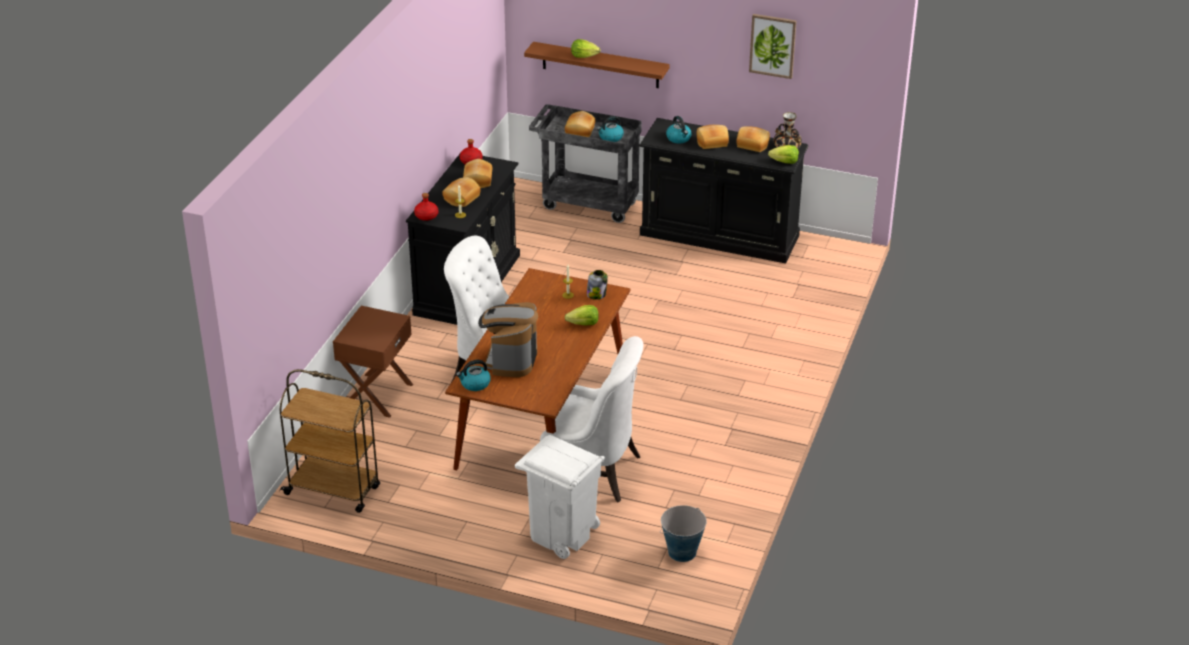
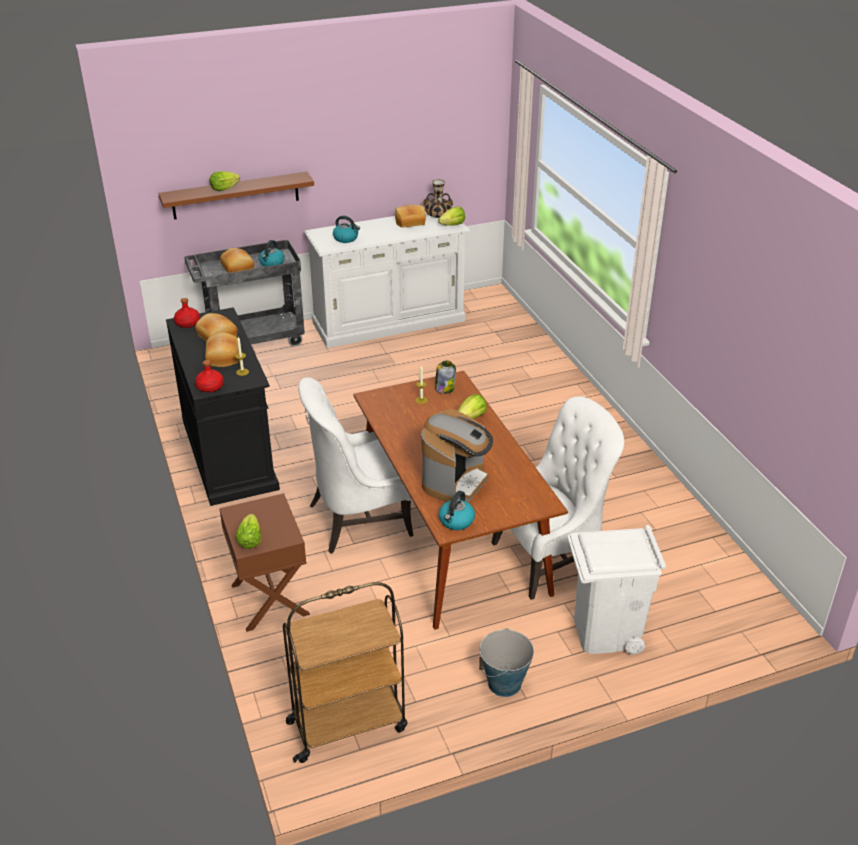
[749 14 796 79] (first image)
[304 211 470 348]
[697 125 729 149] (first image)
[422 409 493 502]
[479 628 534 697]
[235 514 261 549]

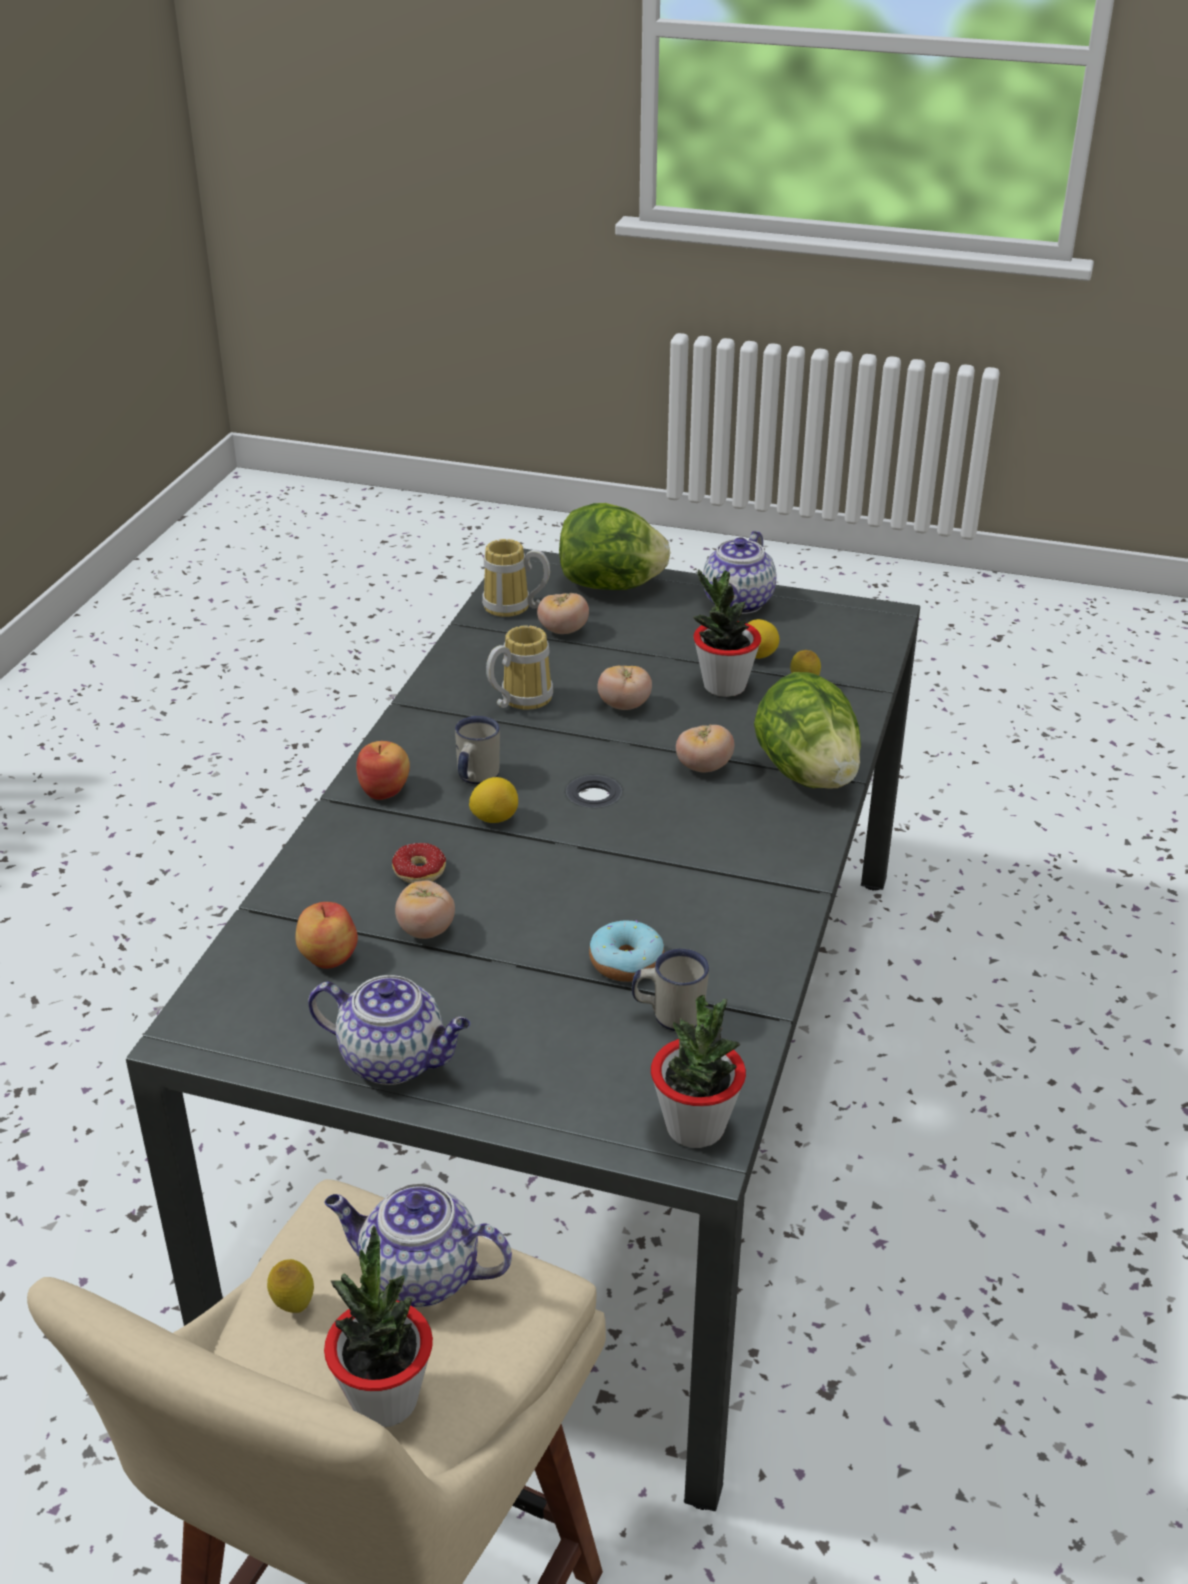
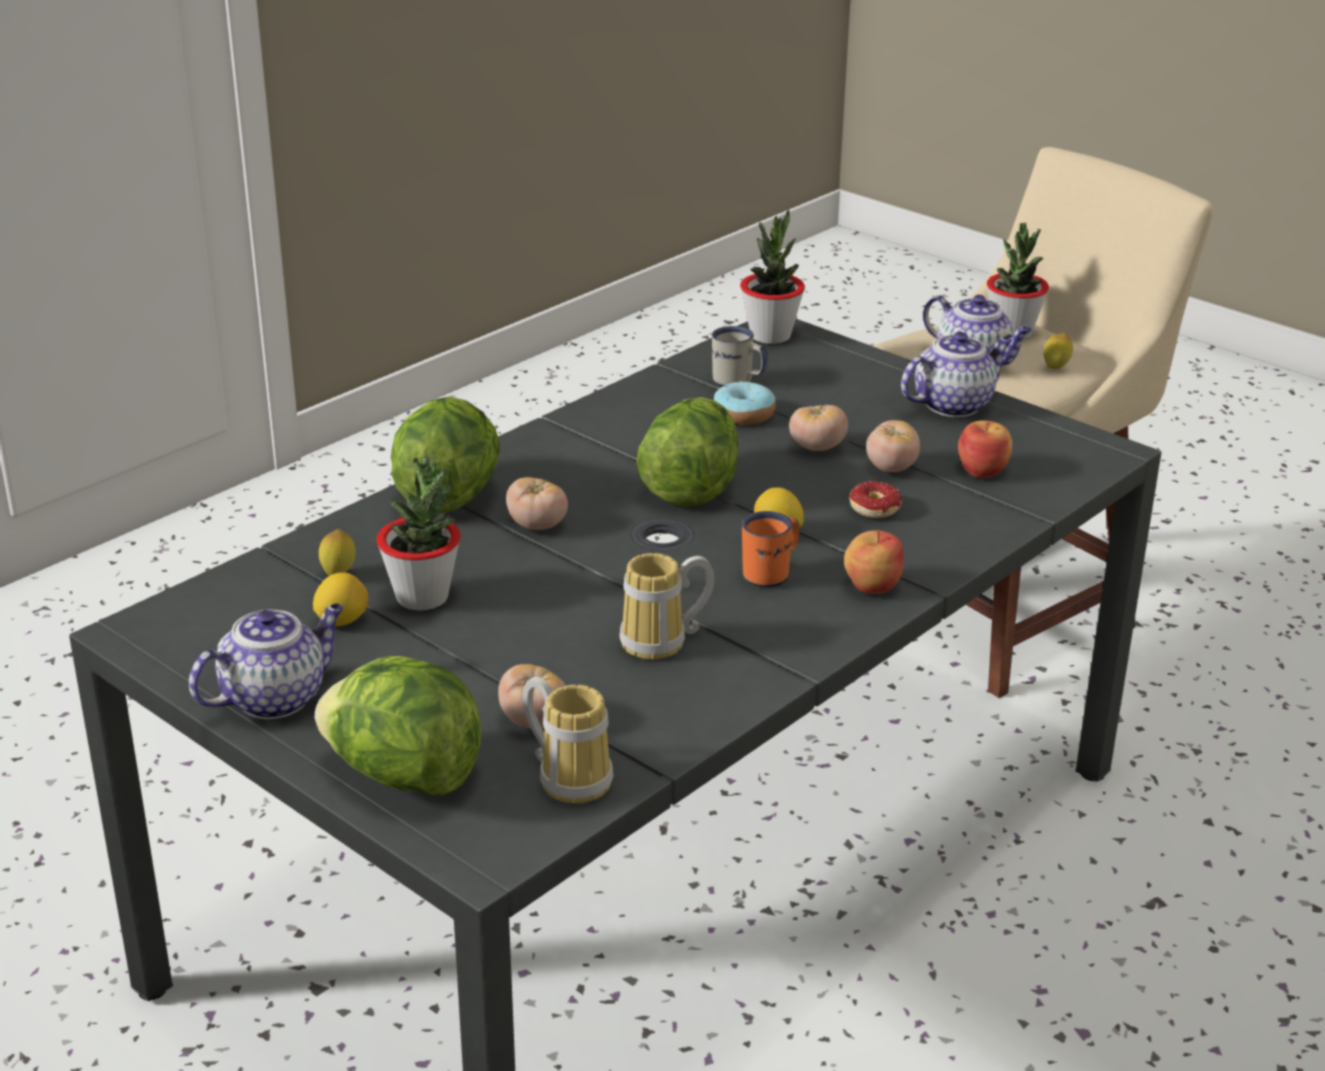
[789 404 848 451]
[742 511 800 587]
[901 332 1013 417]
[636 397 739 507]

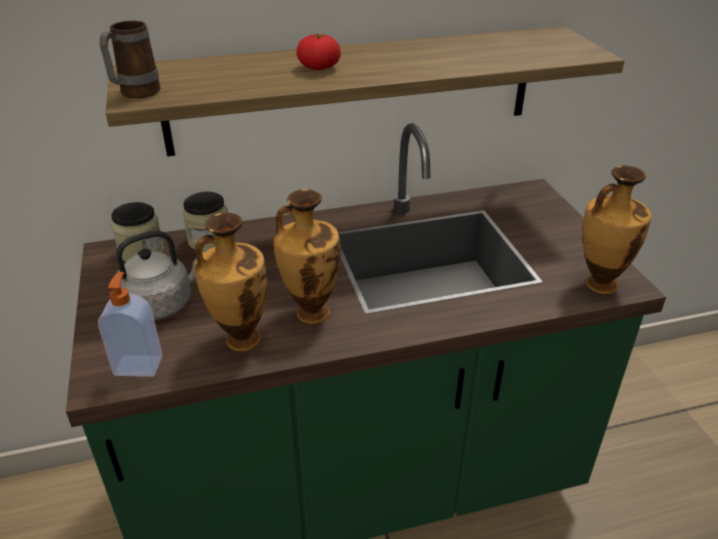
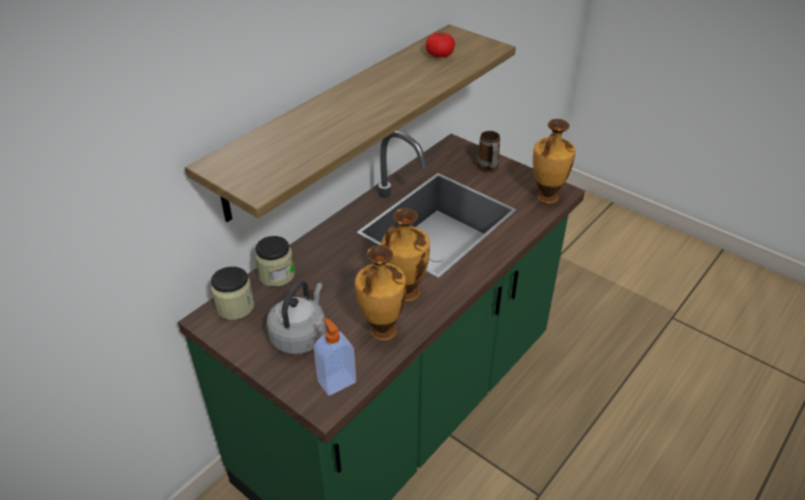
[477 131 500 172]
[425 32 455 57]

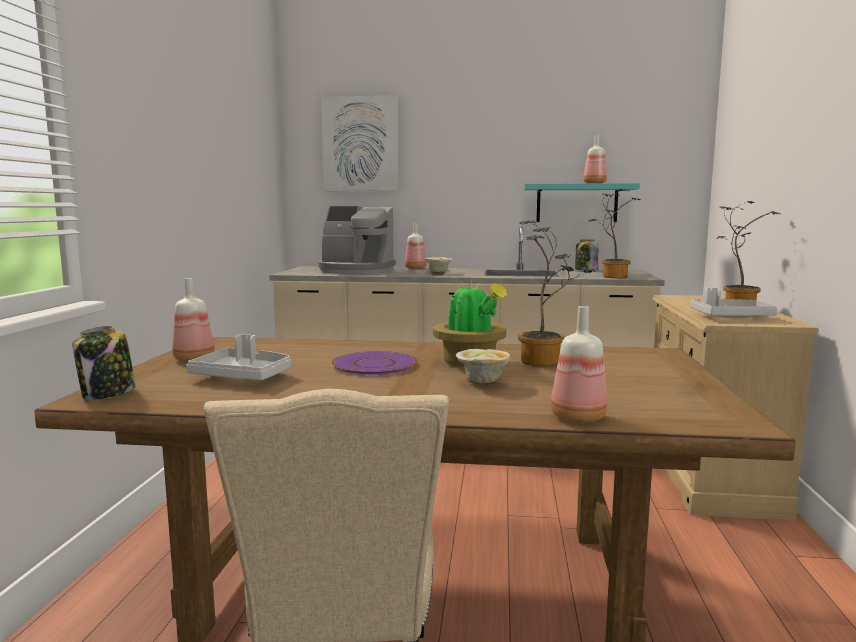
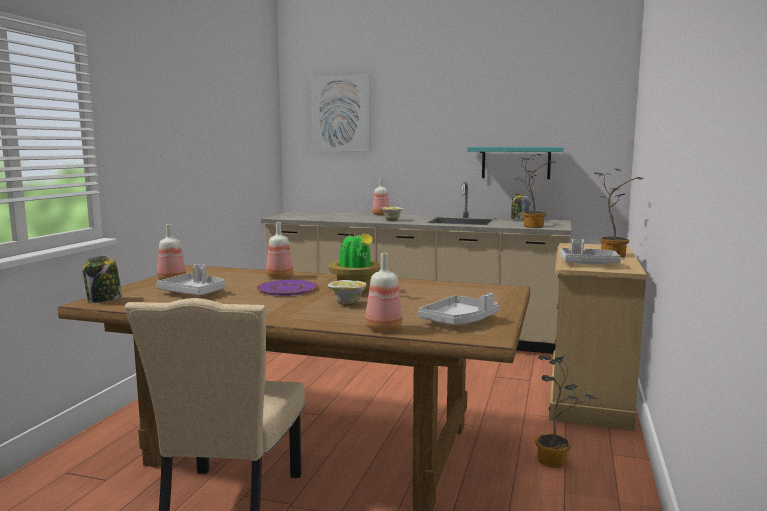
[266 222 293 278]
[318 206 396 274] (first image)
[535 355 597 468]
[418 293 499 325]

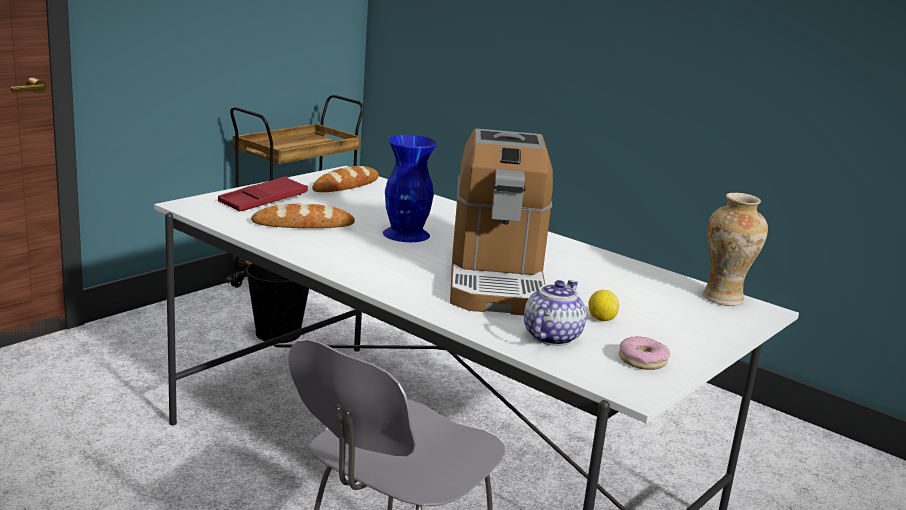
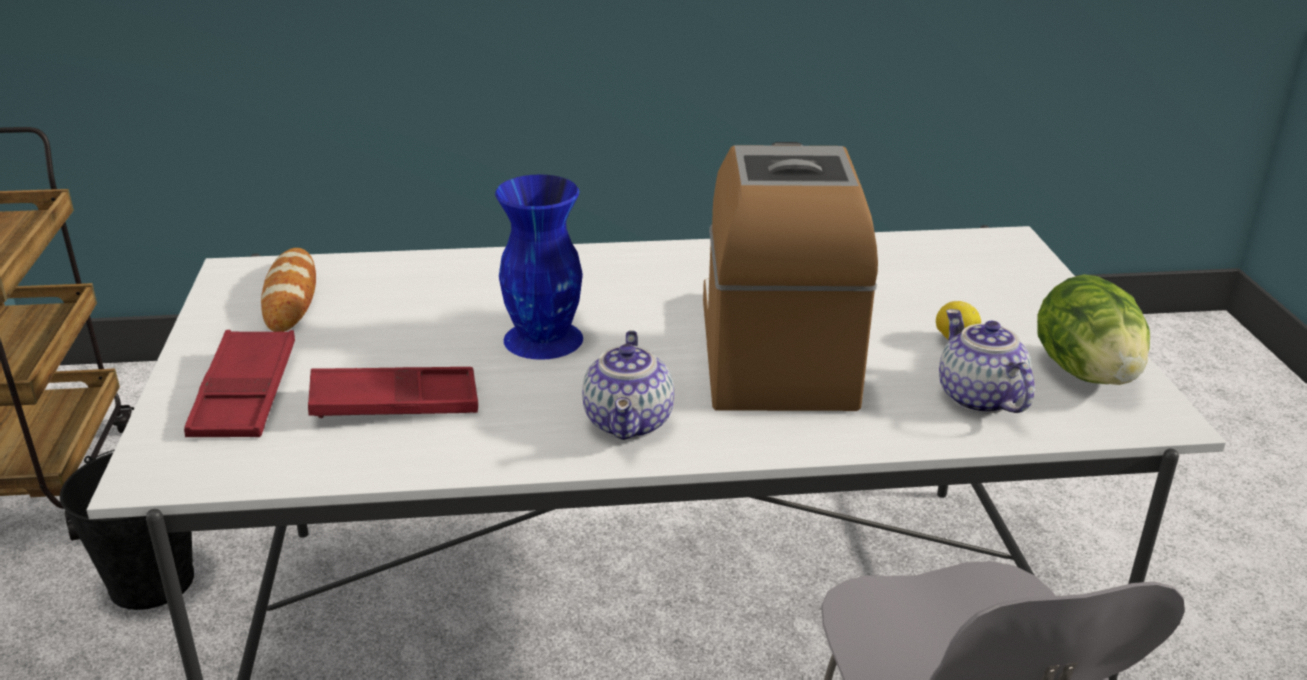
[703 142 878 411]
[702 193 768 306] (first image)
[308 367 478 418]
[1037 274 1150 385]
[582 330 674 440]

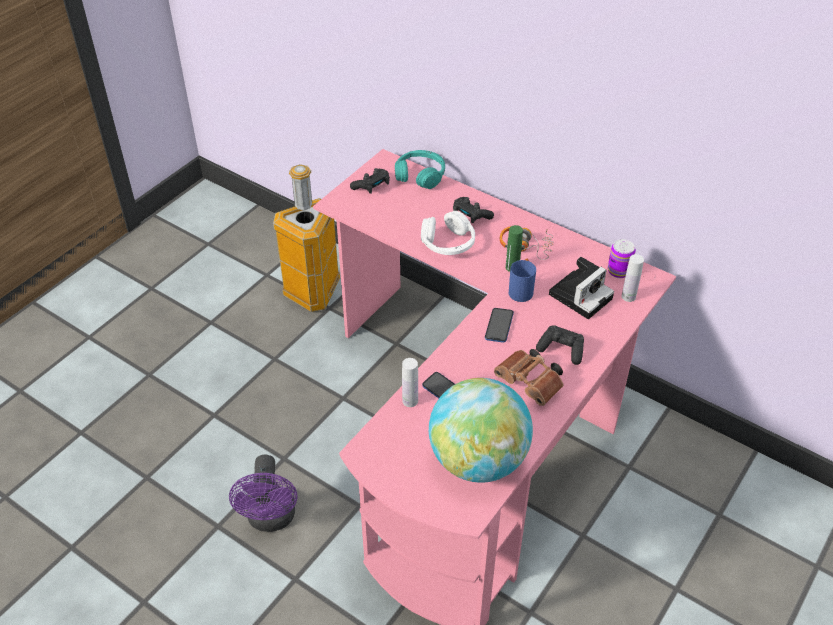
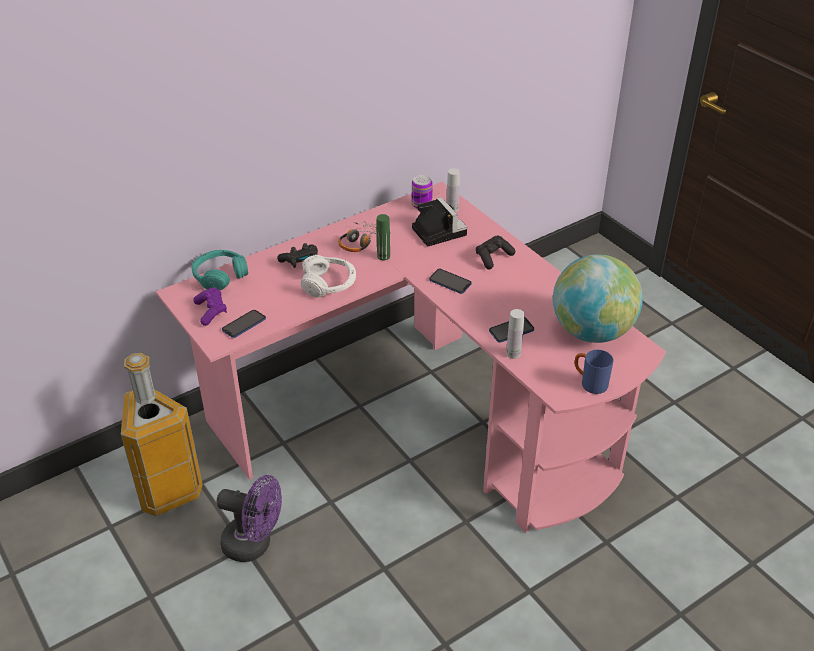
[193 287 227 326]
[575 350 614 394]
[494 349 563 406] (first image)
[216 475 282 562]
[222 310 266 338]

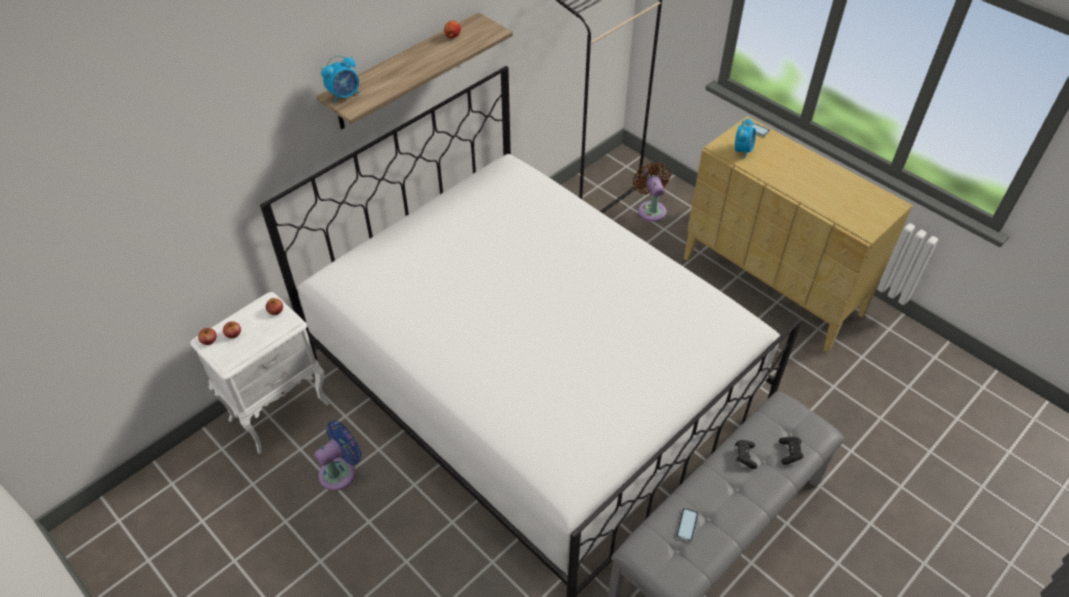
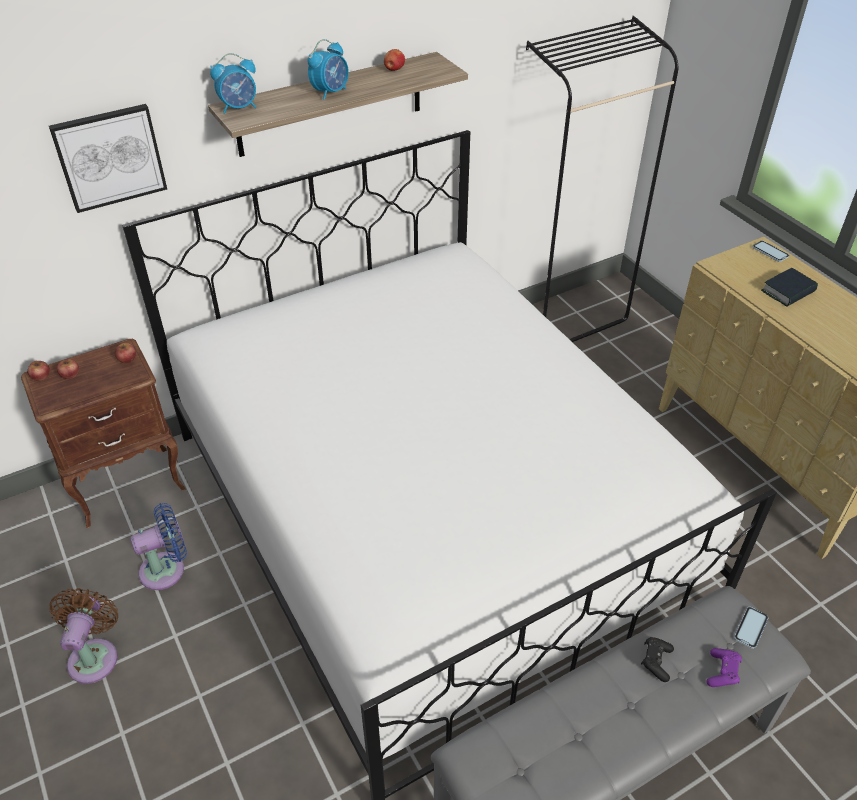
[307 39 349 100]
[49 588 118 684]
[21 339 186 528]
[706 648 742 687]
[734 607 769 649]
[49 104 167 213]
[761 268 818 307]

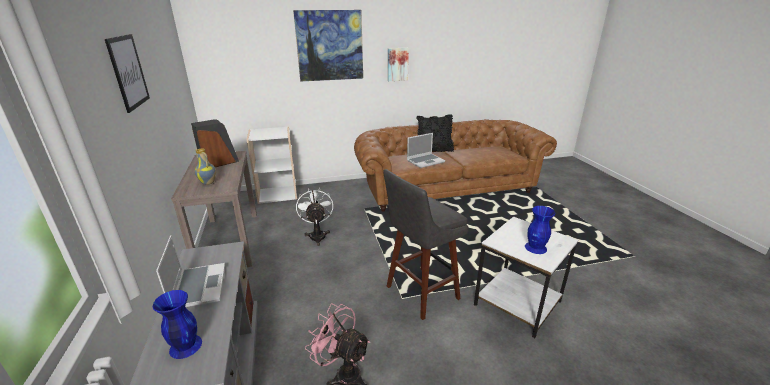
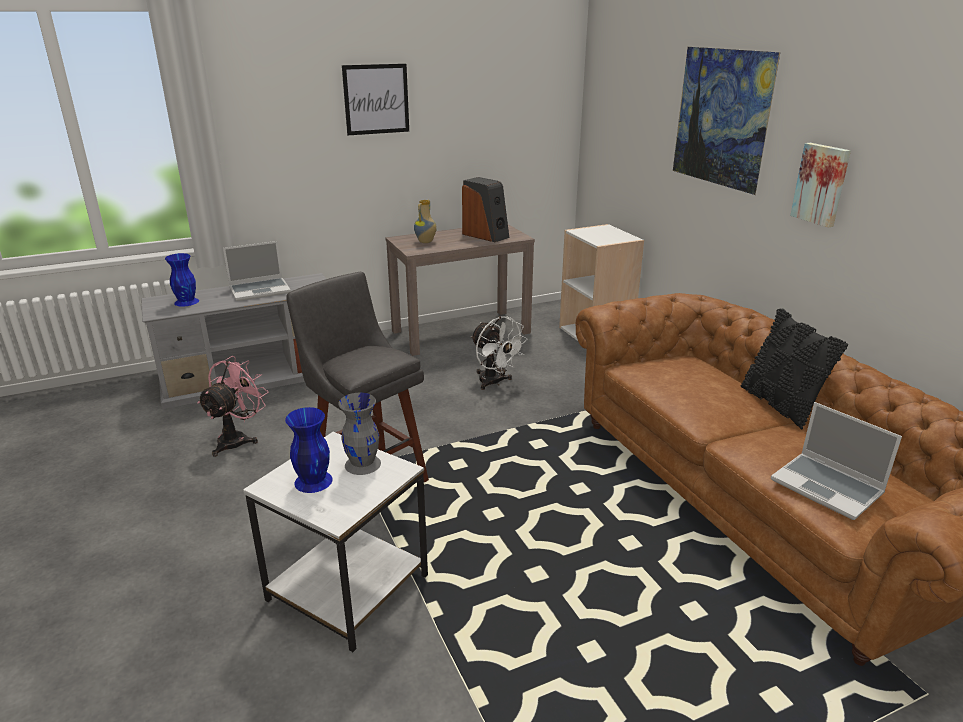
[771 402 902 520]
[471 316 528 390]
[338 393 381 475]

